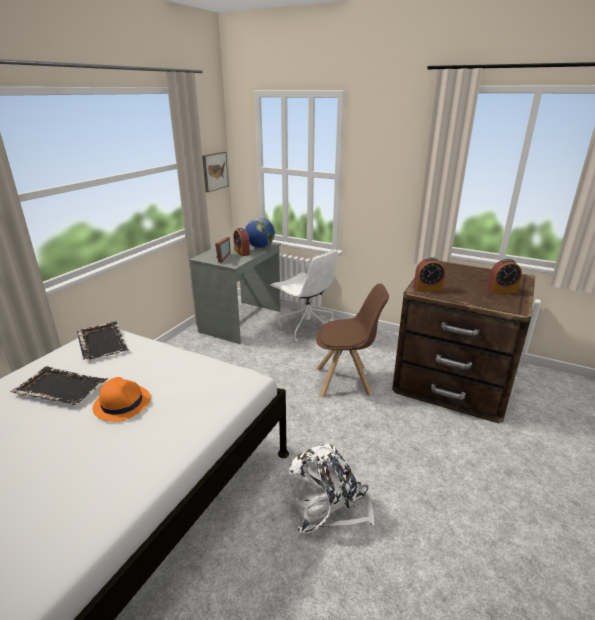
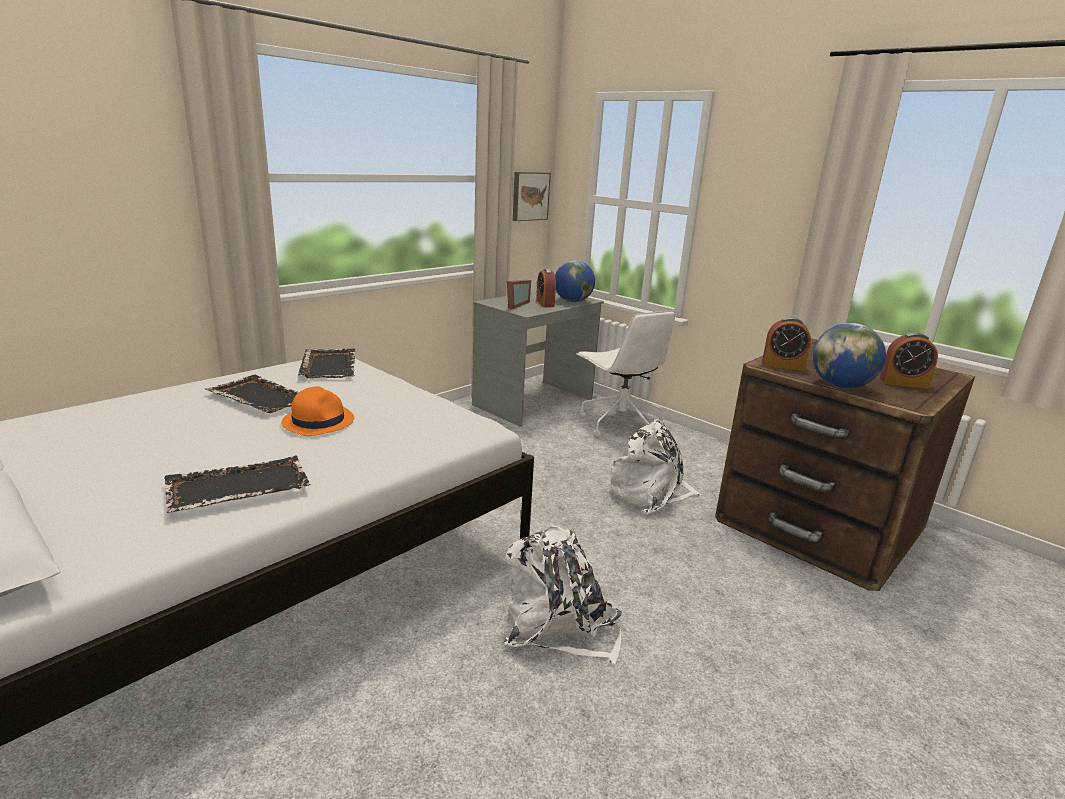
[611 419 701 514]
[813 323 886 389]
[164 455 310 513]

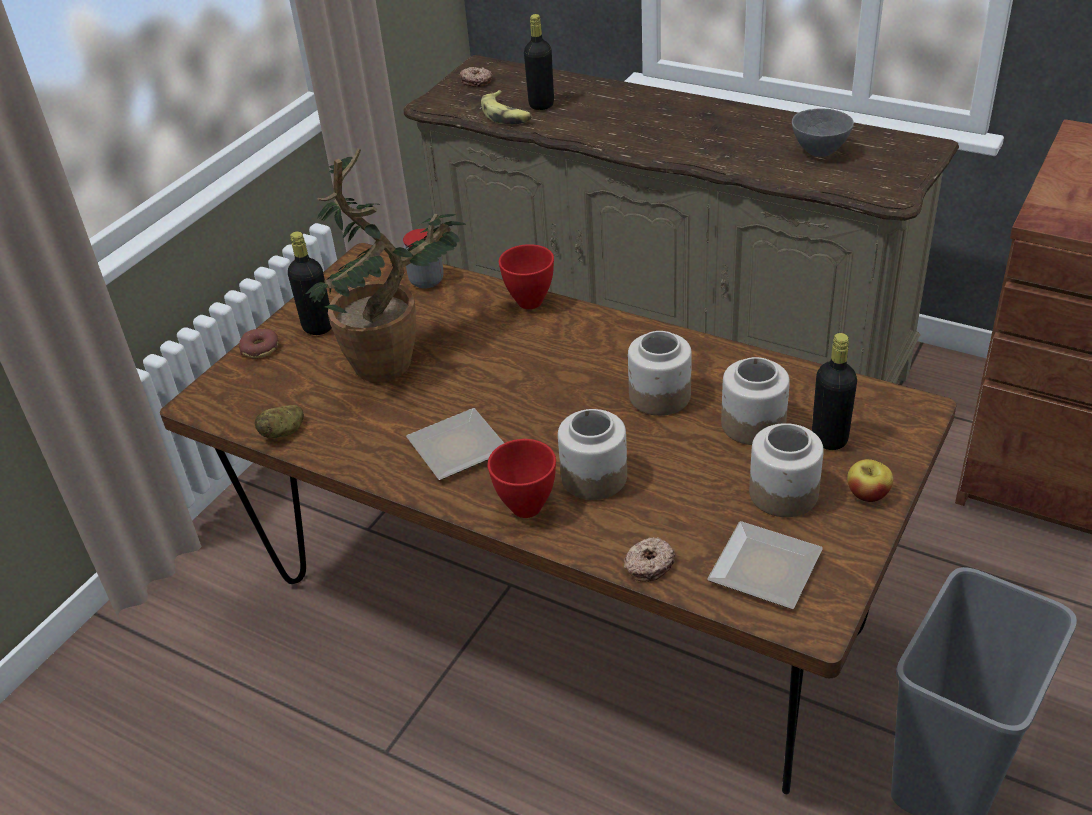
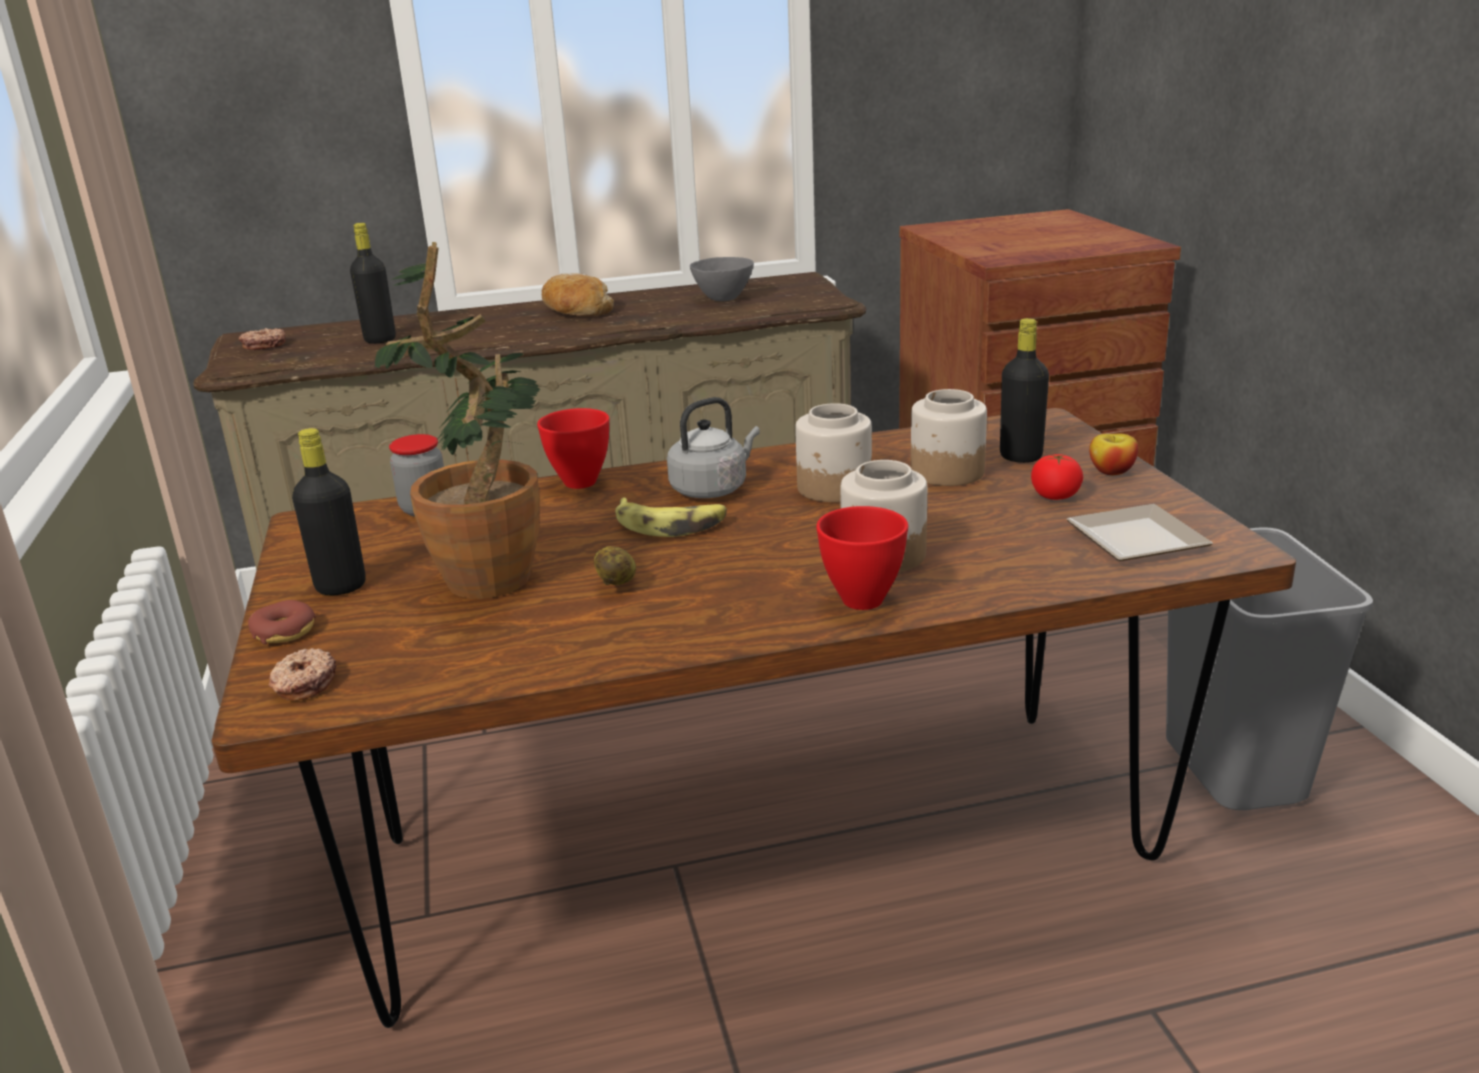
[615 497 727 537]
[594 546 636 585]
[406 408 504 480] (first image)
[1031 454 1083 500]
[269 648 336 701]
[542 273 614 316]
[667 397 760 498]

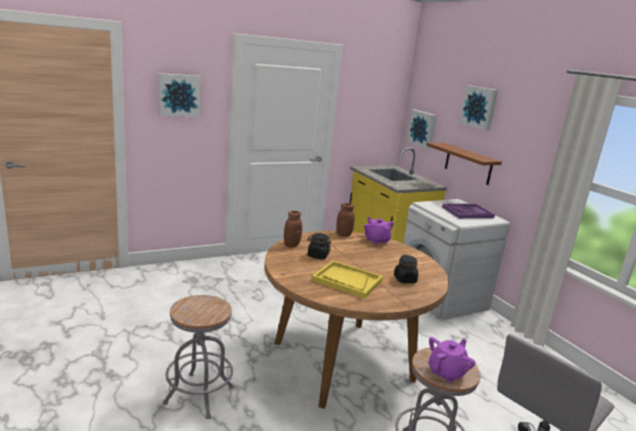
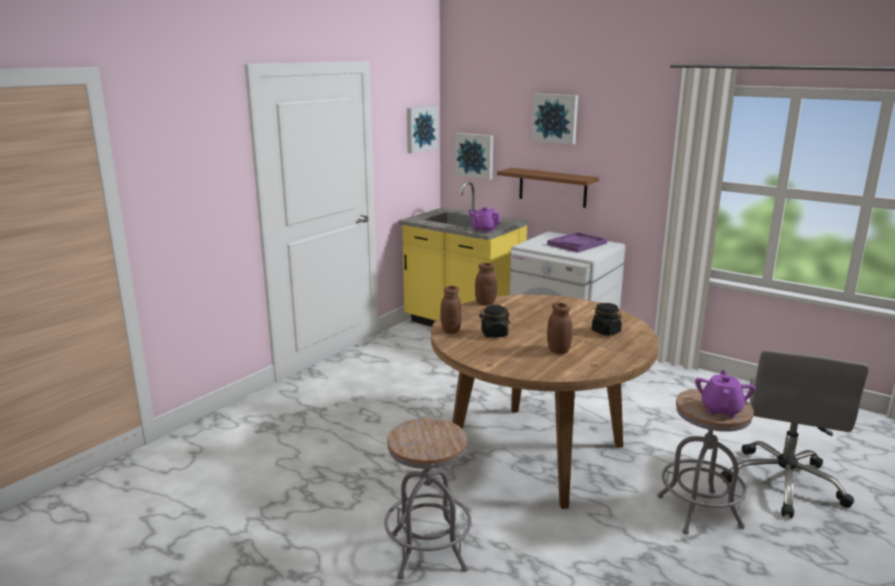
[407 105 438 153]
[468 207 501 233]
[547 303 573 354]

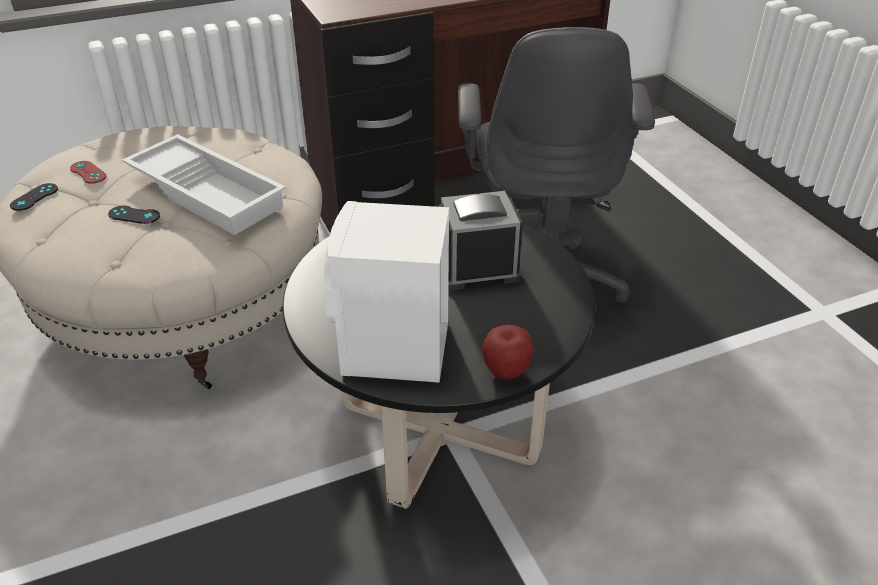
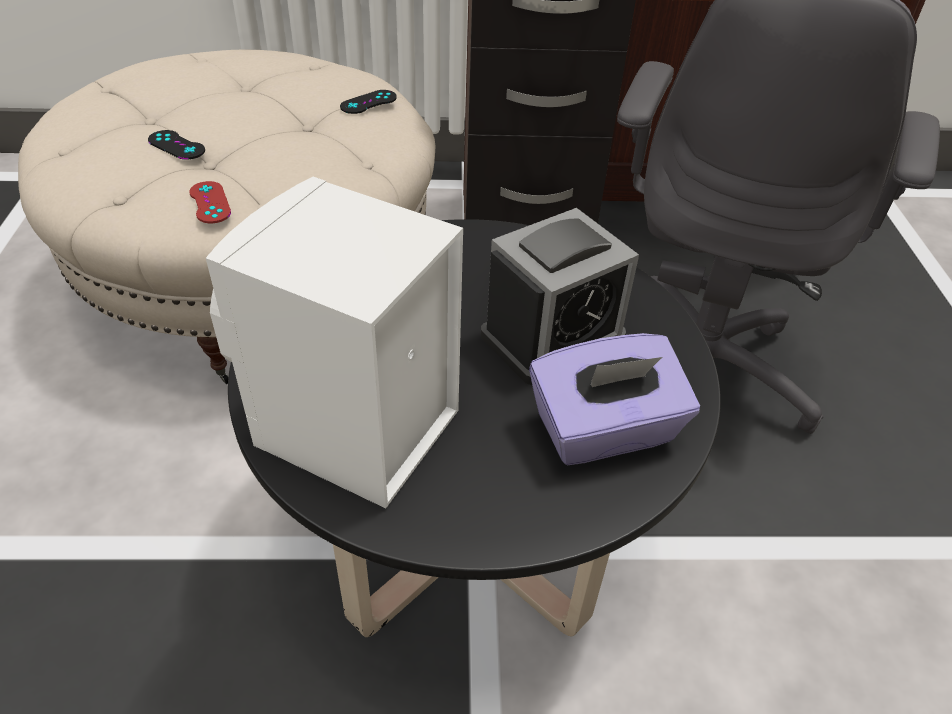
[122 134 286 235] (first image)
[189 181 231 223]
[340 90 397 114]
[481 208 639 385]
[482 325 534 380] (first image)
[529 333 700 465]

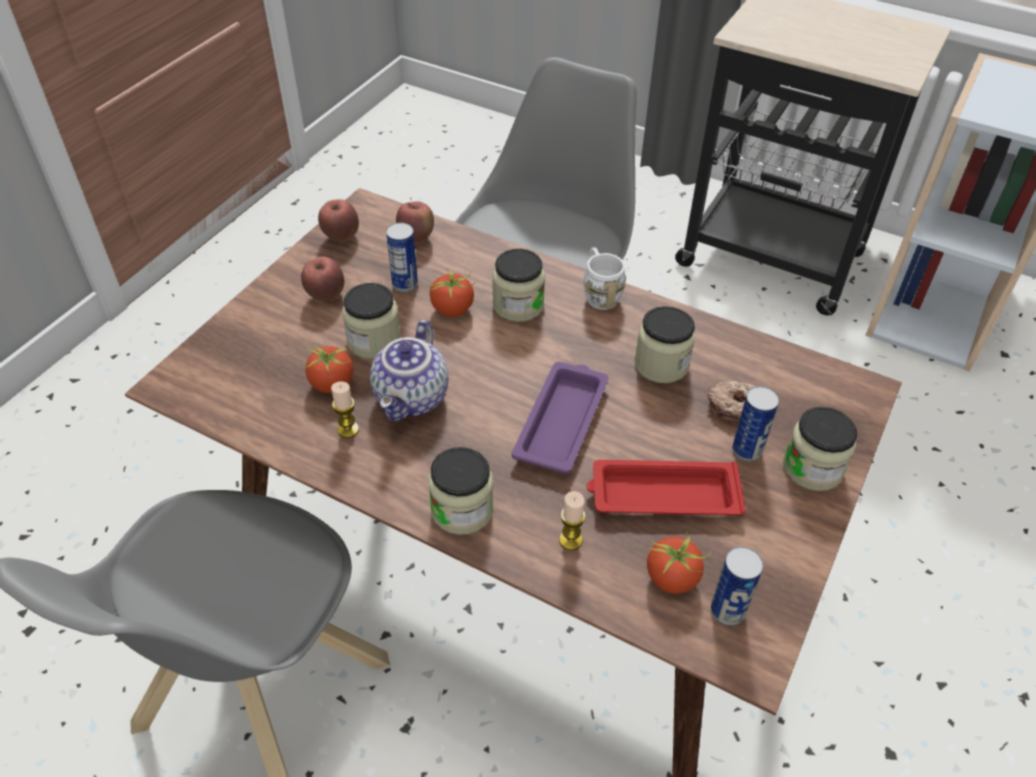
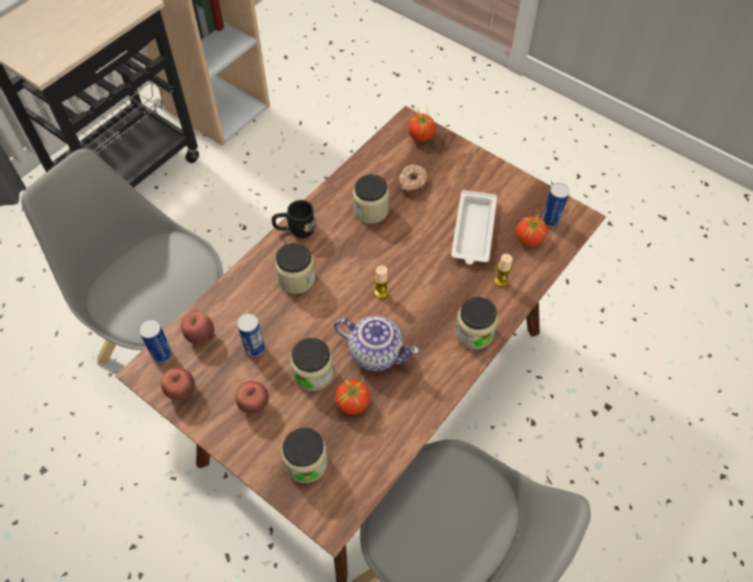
[272 200 317 238]
[408 108 436 142]
[511 362 609 474] (first image)
[374 265 389 299]
[139 319 172 363]
[282 428 328 483]
[451 190 497 265]

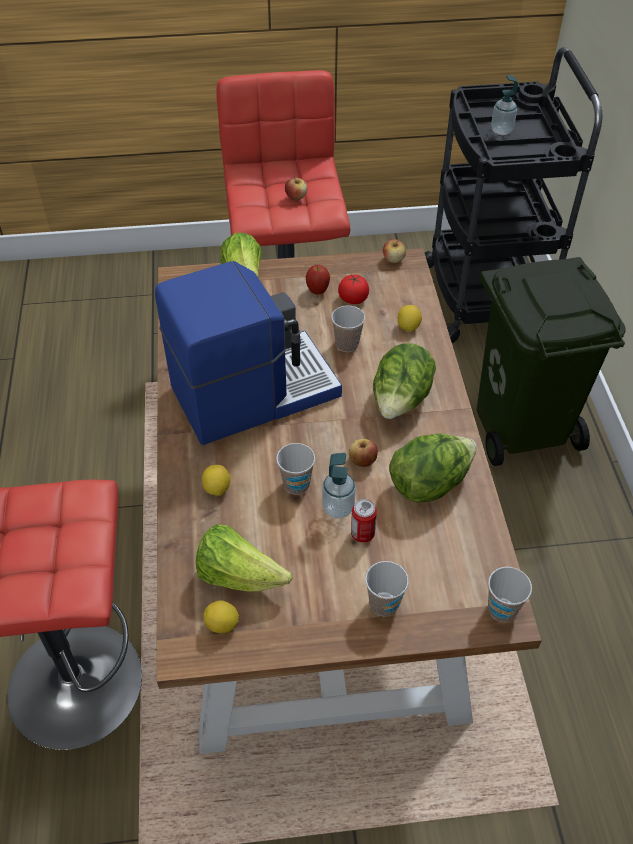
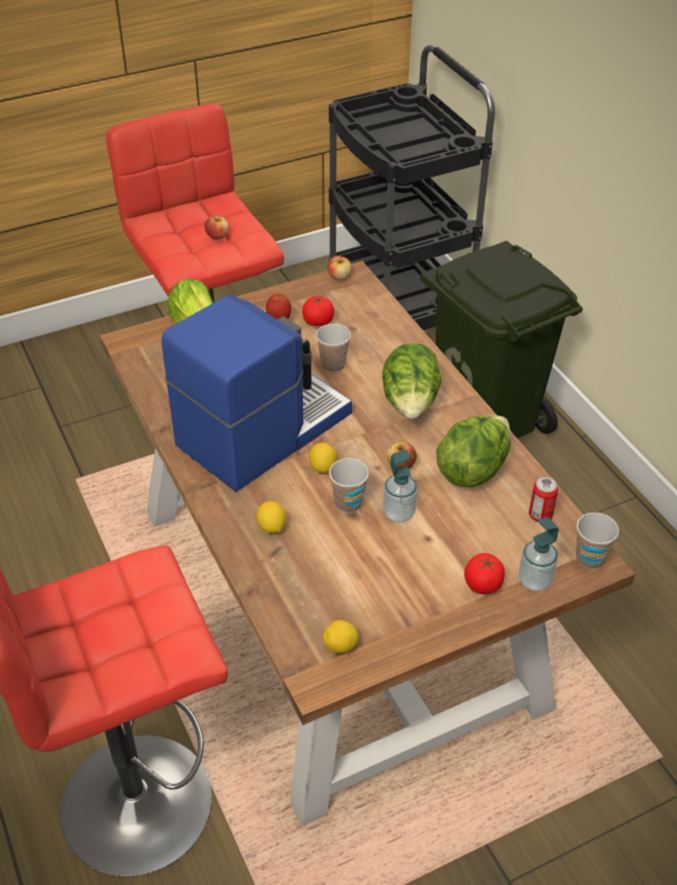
[519 518 559 591]
[309 443 337 474]
[529 477 558 522]
[196 524 293 592] (first image)
[464 553 505 594]

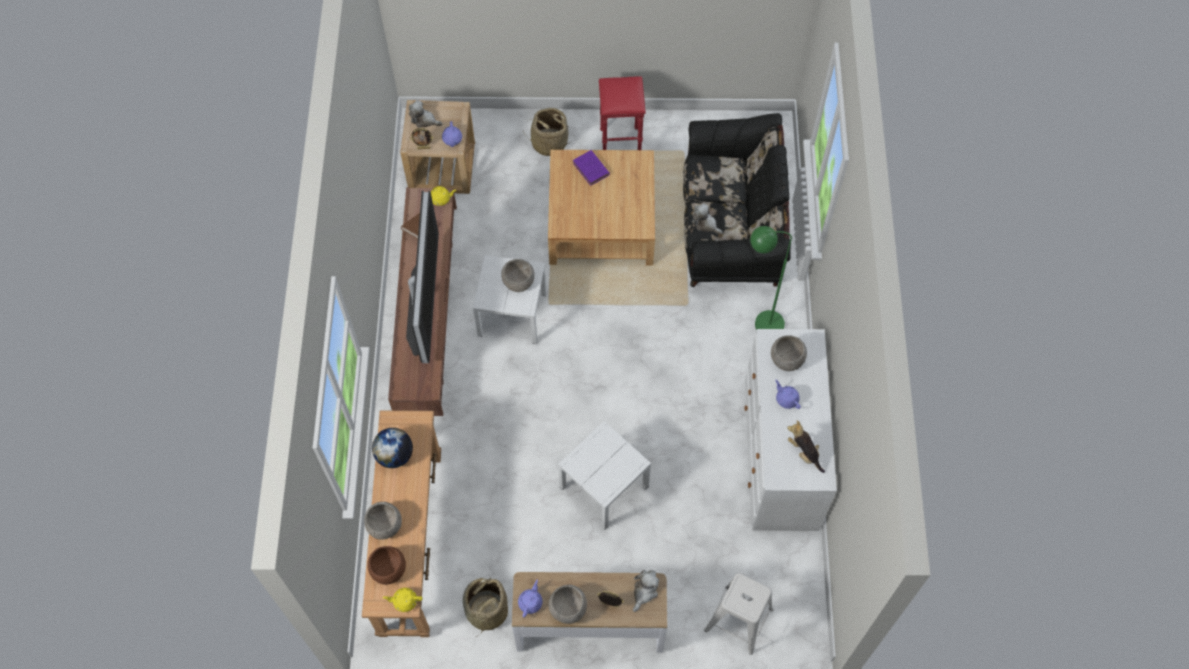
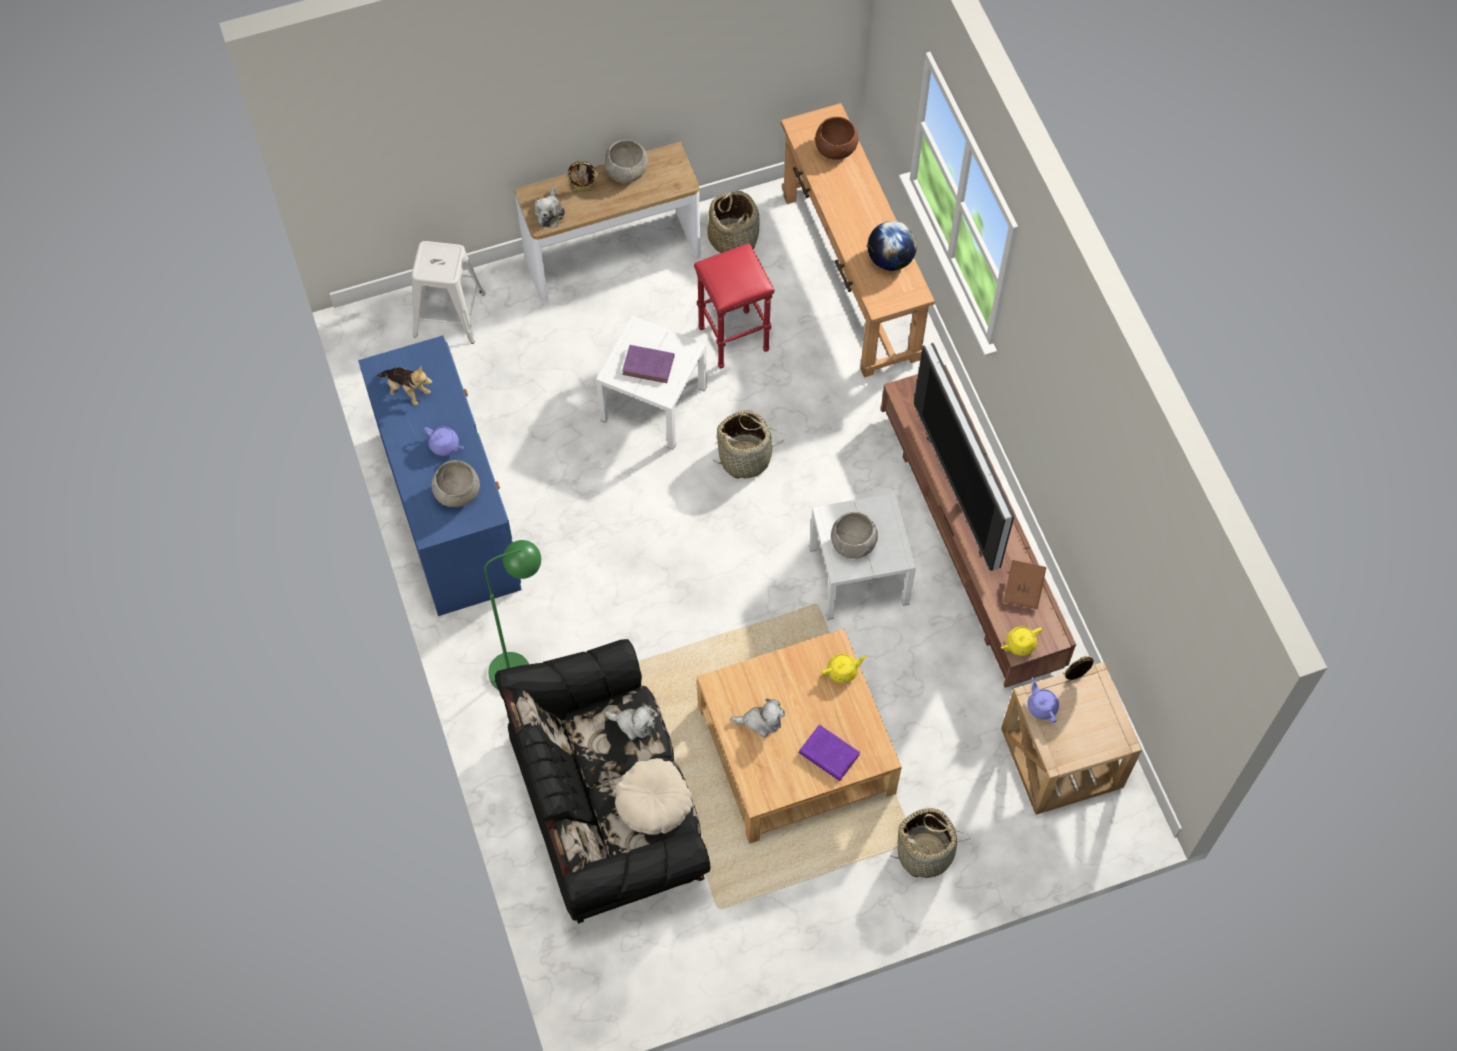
[694 243 775 368]
[731 698 785 737]
[358 335 521 616]
[364 502 402 540] (first image)
[518 580 543 618] (first image)
[821 654 867 683]
[622 345 674 383]
[713 410 781 478]
[615 758 692 835]

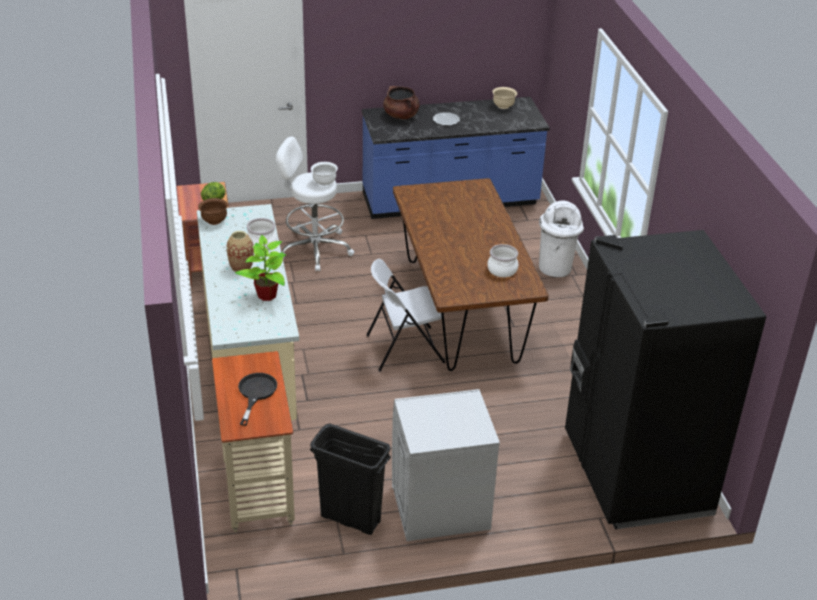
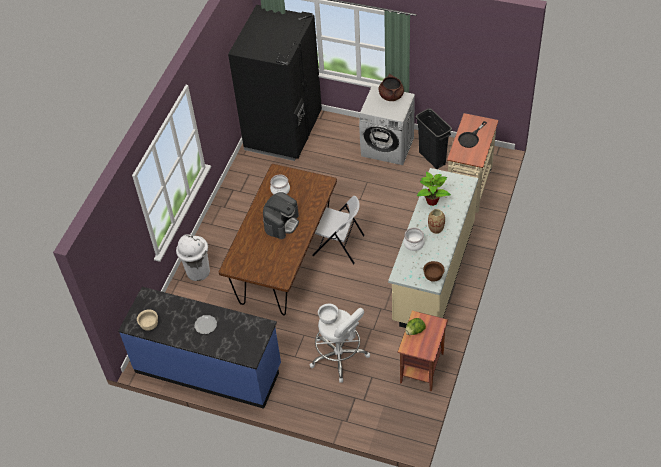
[379 74 404 101]
[263 192 299 239]

